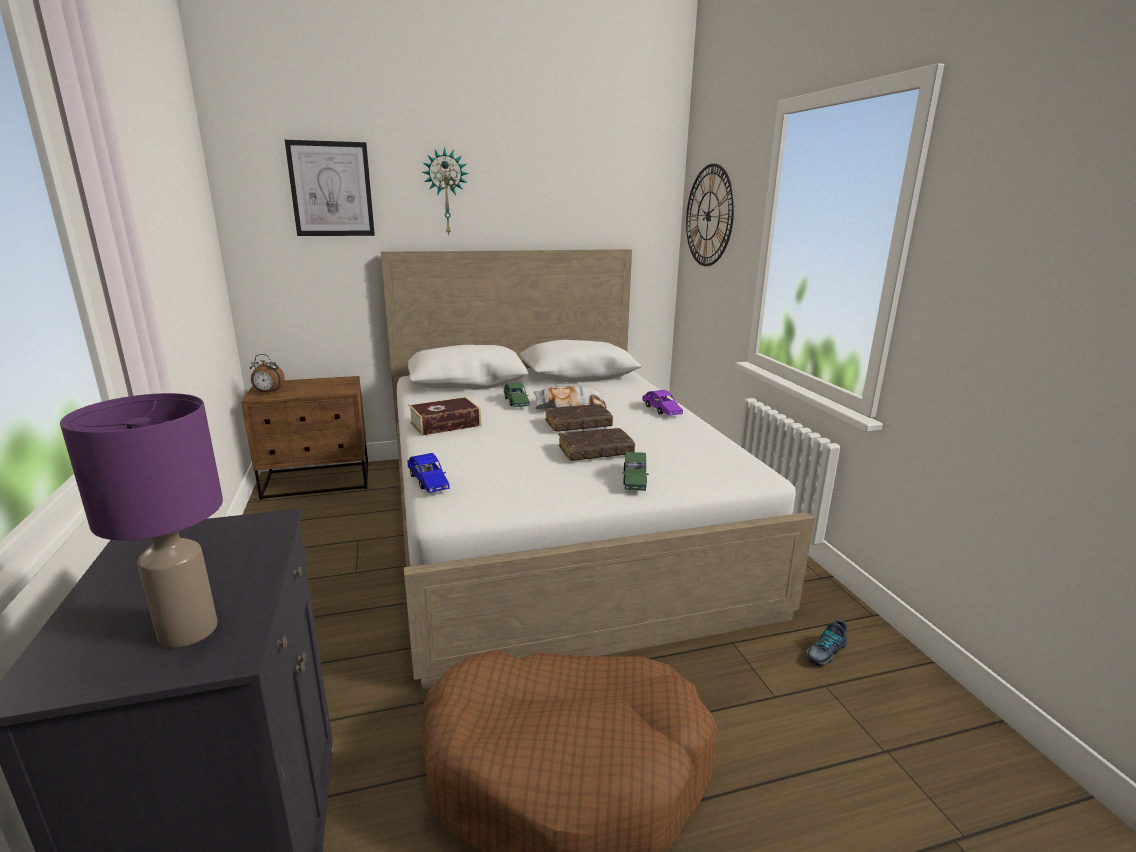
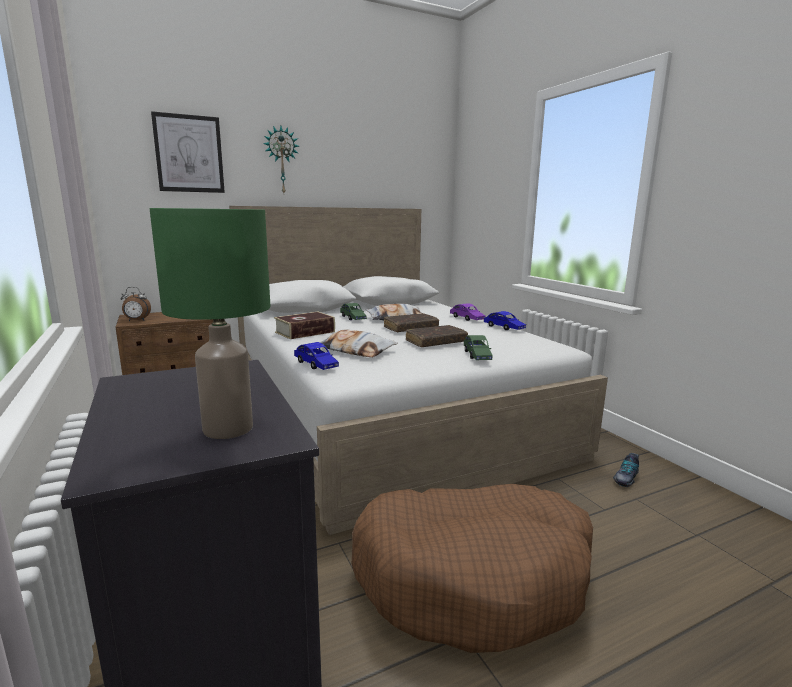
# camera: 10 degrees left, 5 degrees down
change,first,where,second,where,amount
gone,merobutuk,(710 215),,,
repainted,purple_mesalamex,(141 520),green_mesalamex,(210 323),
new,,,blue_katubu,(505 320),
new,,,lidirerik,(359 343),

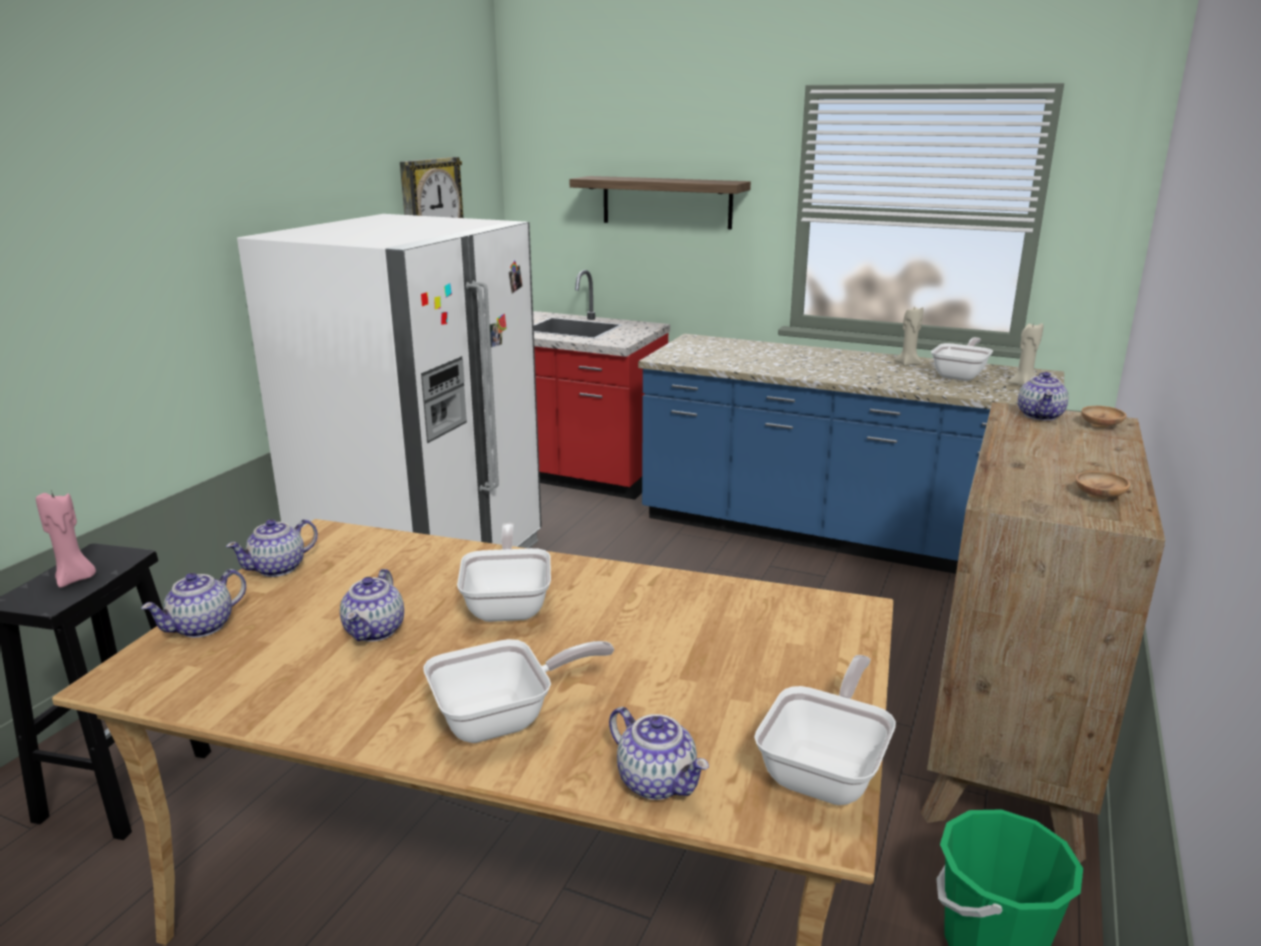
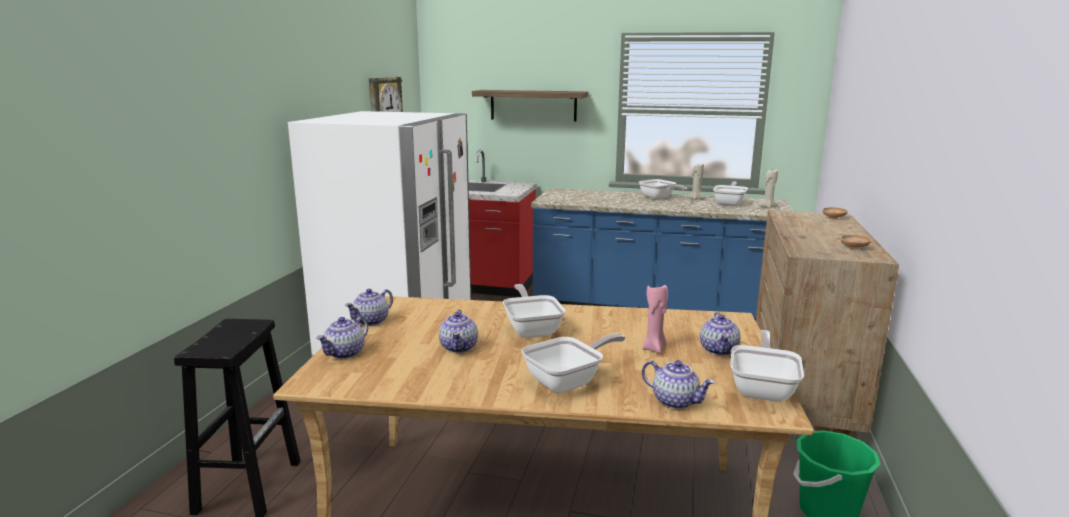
# camera: 10 degrees left, 5 degrees down
change,first,where,second,where,amount
shifted,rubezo,(1043 396),,(720 333),
shifted,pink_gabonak,(66 539),,(655 319),
new,,,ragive,(663 189),

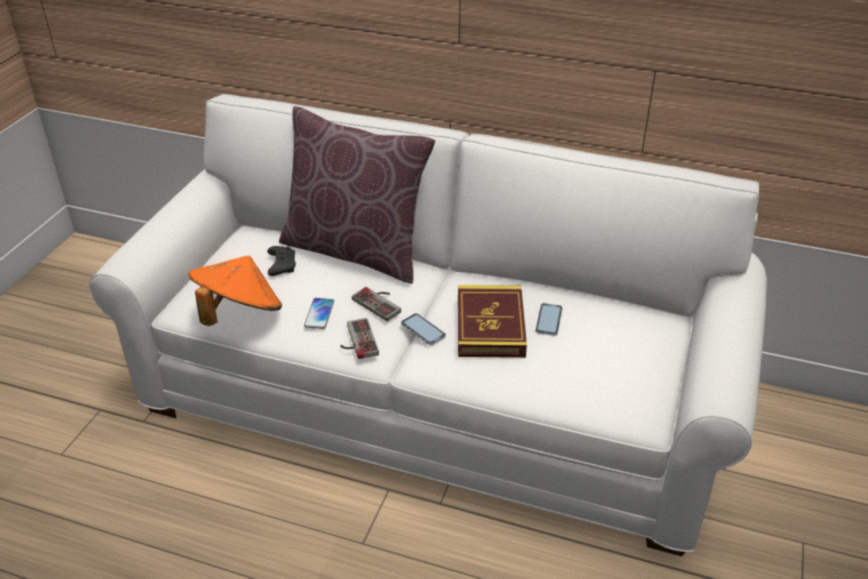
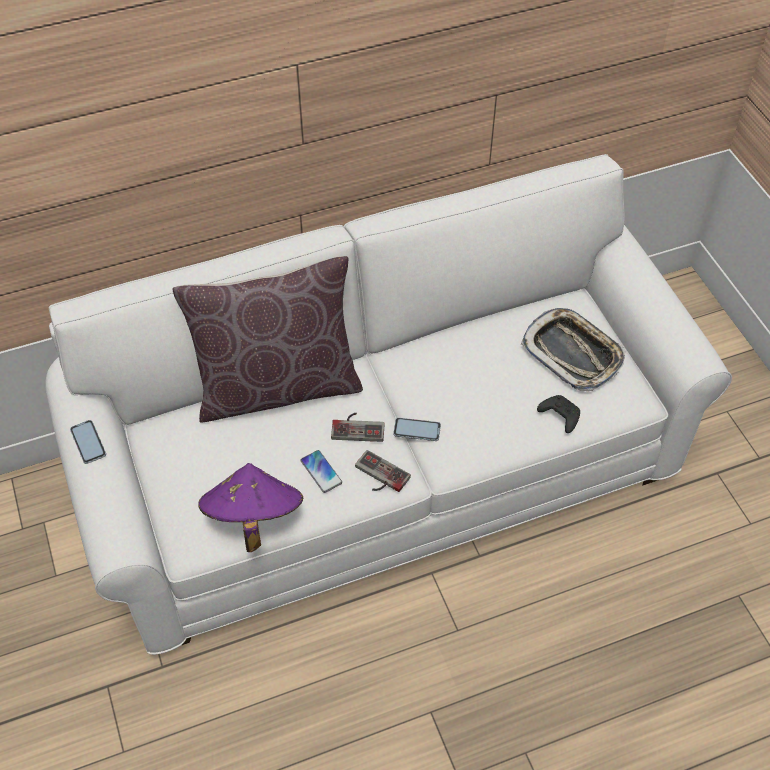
# camera: 40 degrees left, 15 degrees up
change,first,where,second,where,amount
shifted,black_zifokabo,(281 261),,(558 414),
repainted,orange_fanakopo,(235 291),purple_fanakopo,(251 507),
gone,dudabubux,(492 321),,,
shifted,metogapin,(549 319),,(88 442),
new,,,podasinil,(573 349),

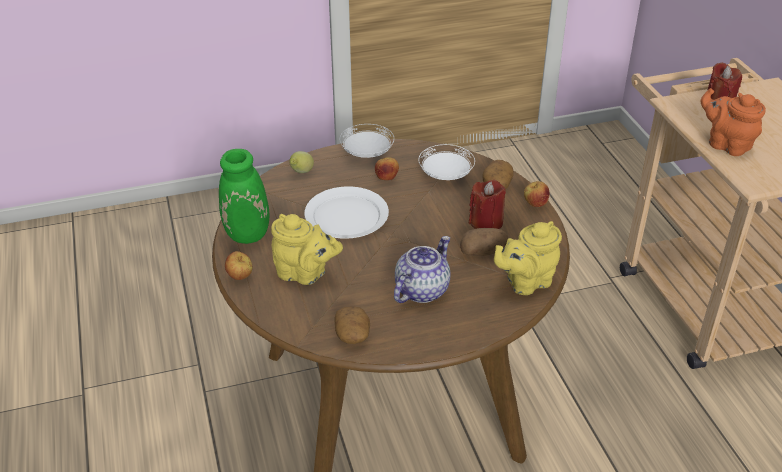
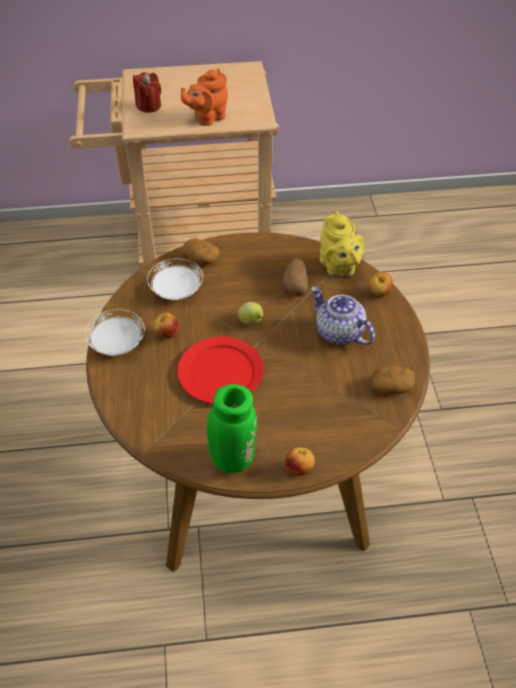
# camera: 80 degrees left, 10 degrees up
change,first,where,second,where,amount
shifted,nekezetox,(301 162),,(250 313),
gone,red_gabonak,(487 204),,,
shifted,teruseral,(537 194),,(380 284),
repainted,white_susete,(346 212),red_susete,(220 369),
gone,yellow_rubezo,(307 249),,,

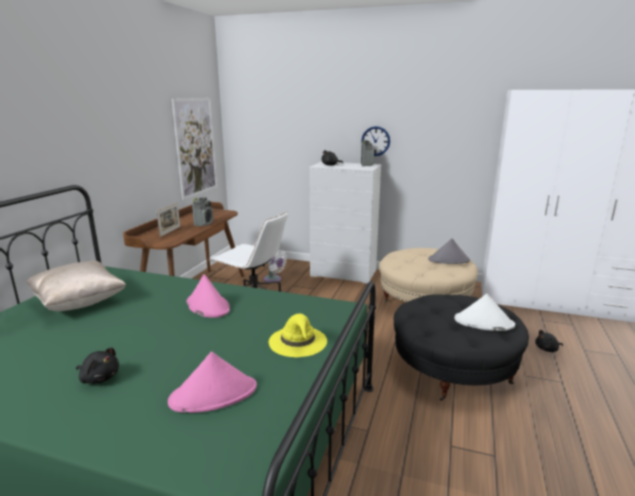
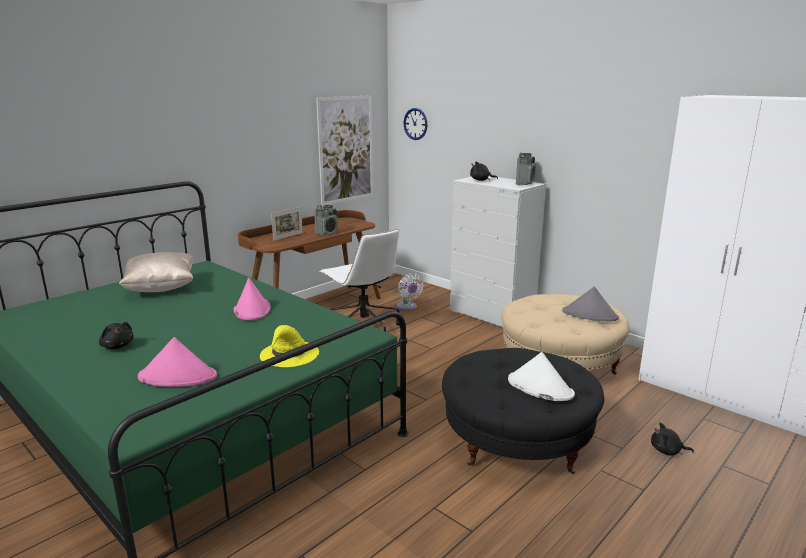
# camera: 25 degrees right, 0 degrees up
change,first,where,second,where,amount
shifted,merobutuk,(375 141),,(415 124),

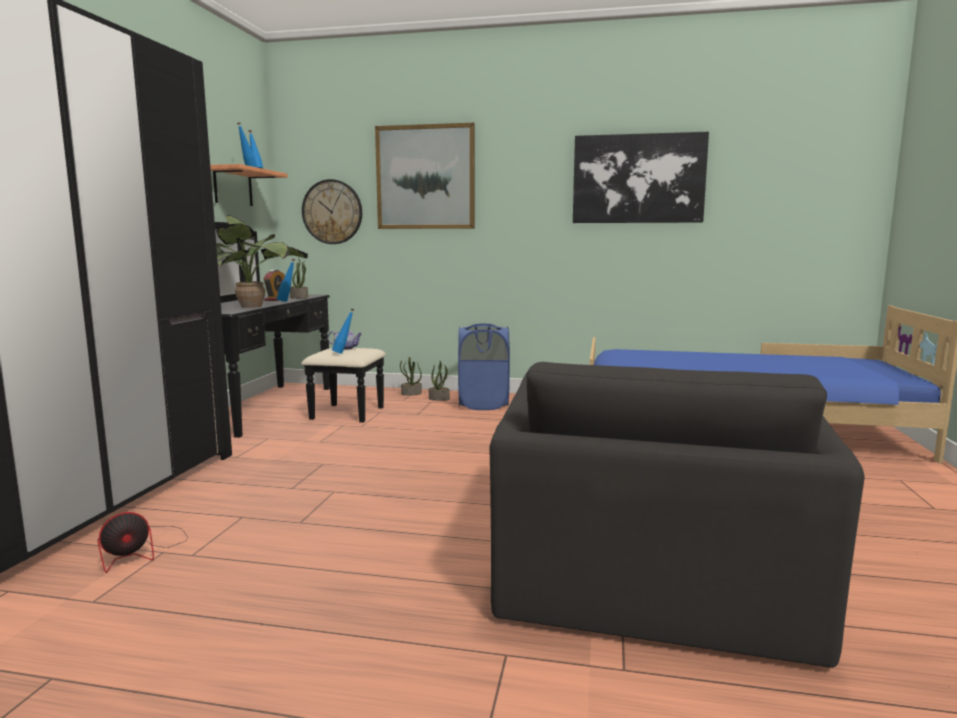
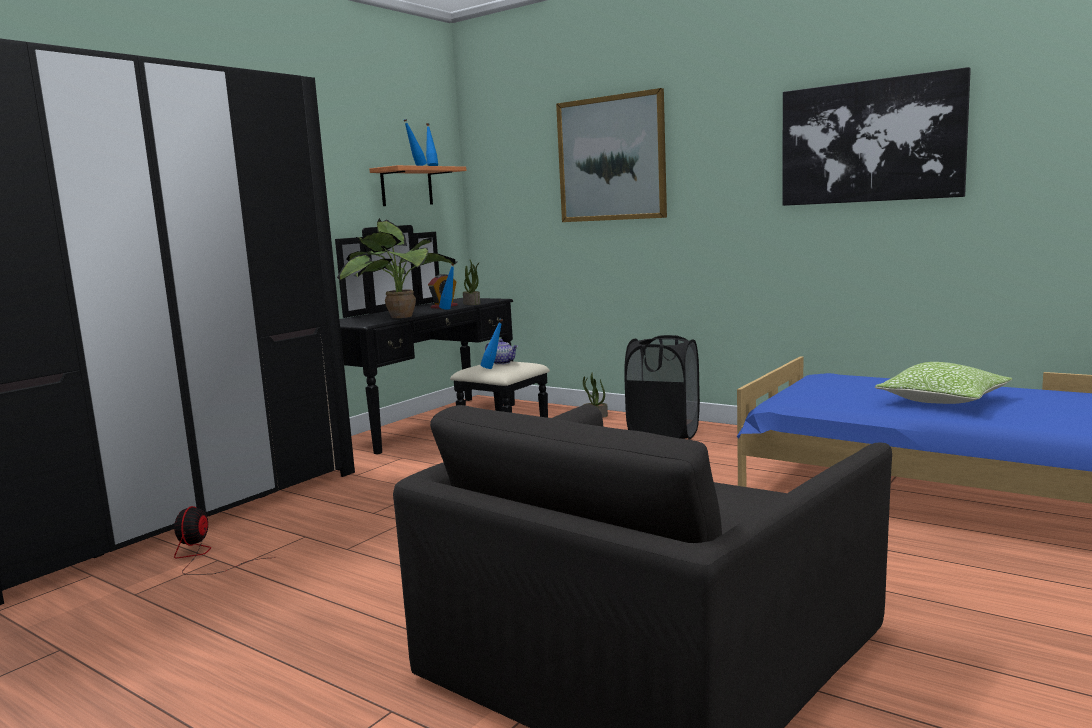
# camera: 25 degrees right, 0 degrees up
change,first,where,second,where,amount
gone,merobutuk,(332 211),,,
repainted,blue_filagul,(484 366),black_filagul,(662 387),
gone,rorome,(439 381),,,
rotated,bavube,(143 542),,(219 540),105 degrees clockwise
new,,,lidirerik,(944 383),

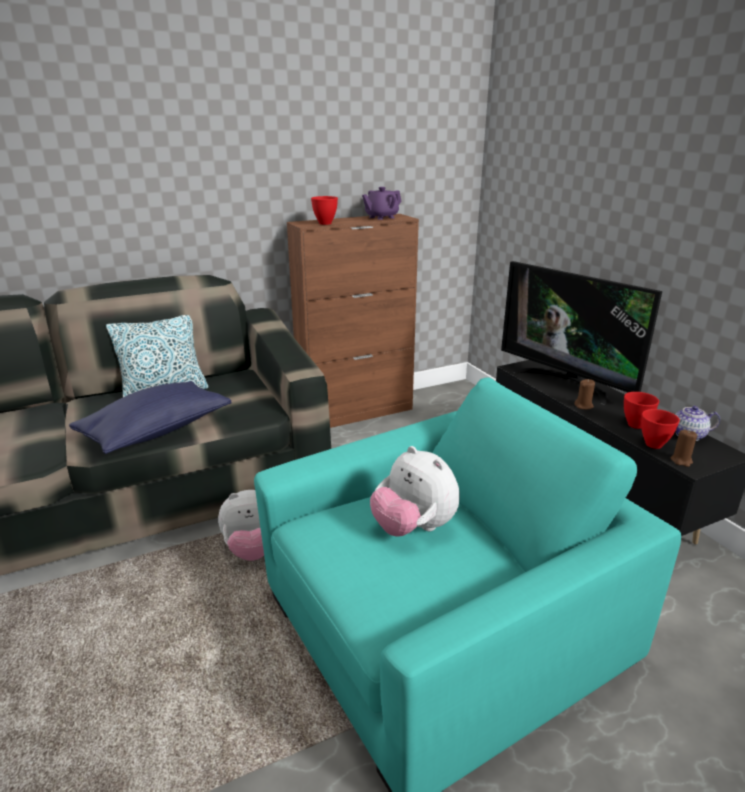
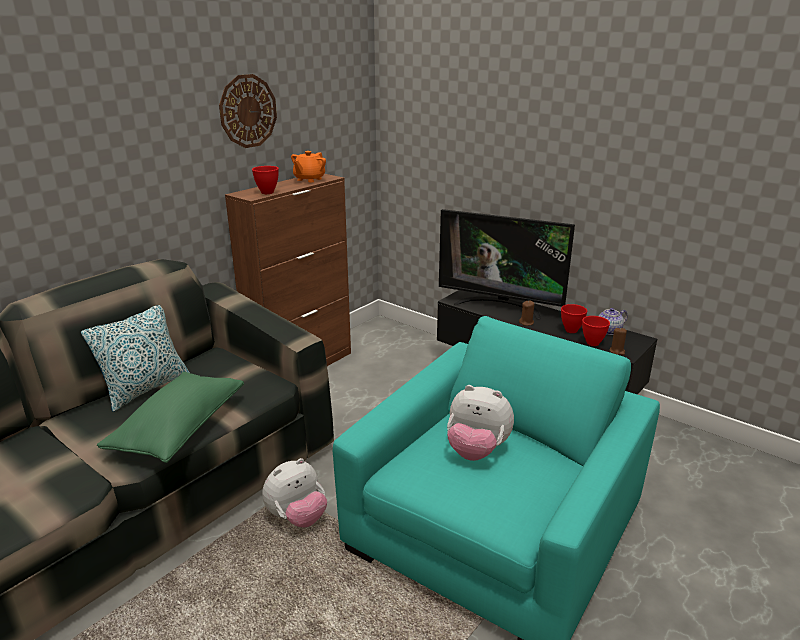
# camera: 25 degrees left, 0 degrees up
change,first,where,second,where,amount
repainted,purple_rubezo,(382 203),orange_rubezo,(308 166),
repainted,blue_lidirerik,(150 417),green_lidirerik,(170 417),
new,,,merobutuk,(248 111),

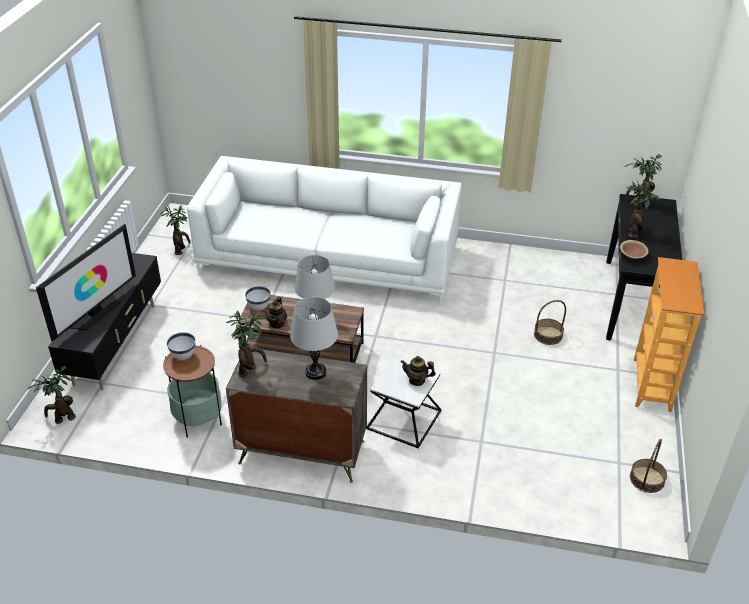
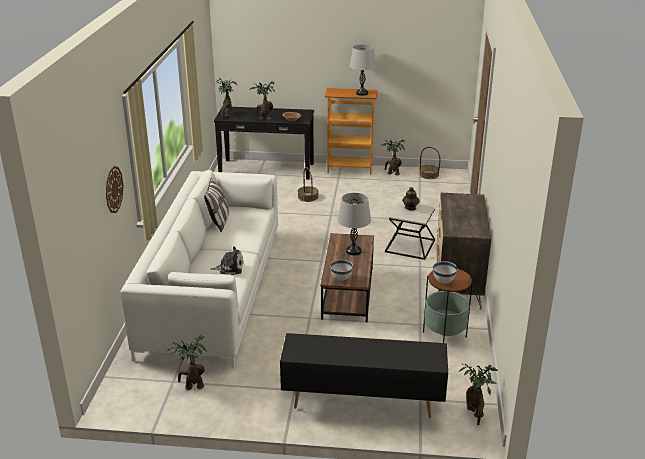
# camera: 95 degrees left, 10 degrees down
change,first,where,second,where,amount
gone,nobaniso,(86 282),,,
gone,rubezo,(276 312),,,
shifted,grey_mesalamex,(314 338),,(363 70),
shifted,rorome,(246 344),,(394 157),
new,,,merobutuk,(114 189),
new,,,lidirerik,(216 204),
new,,,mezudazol,(227 260),

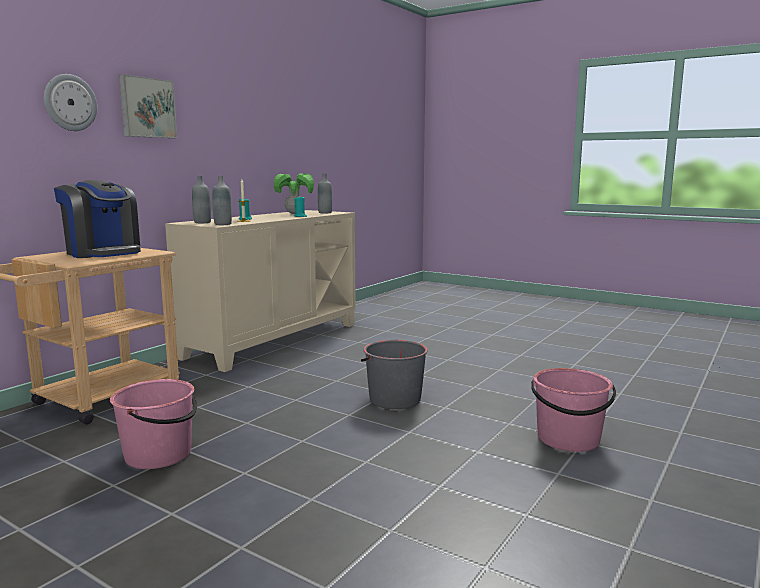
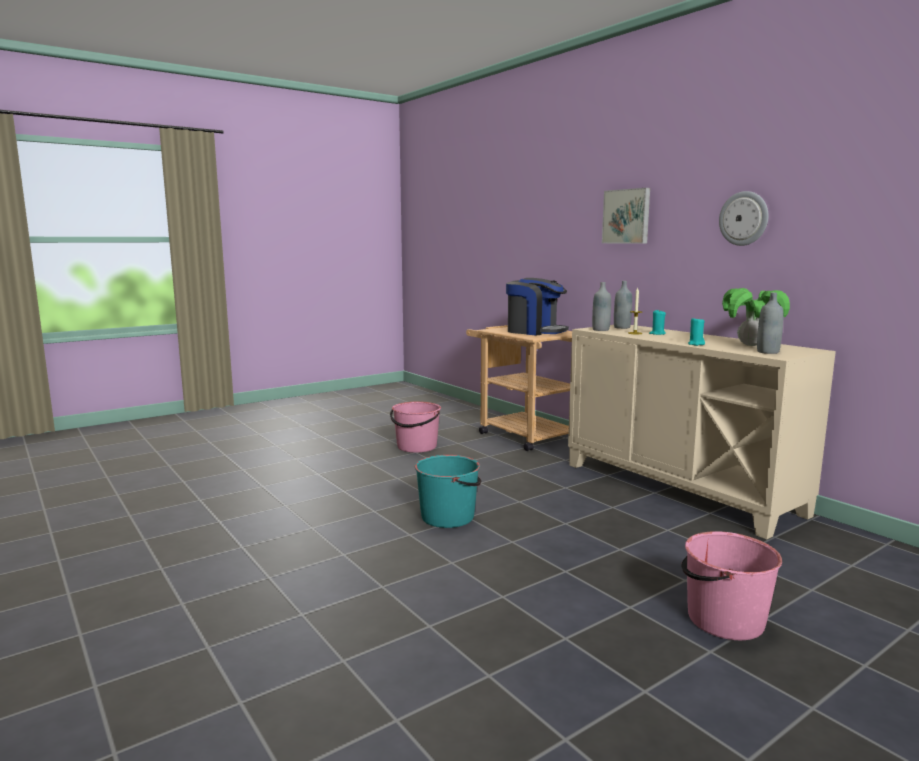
# camera: 110 degrees right, 0 degrees up
change,first,where,second,where,amount
shifted,merobutuk,(70 102),,(744 218),
rotated,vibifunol,(97 219),,(537 306),120 degrees counterclockwise
repainted,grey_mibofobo,(394 374),turquoise_mibofobo,(448 491),
shifted,pink_mibofobo,(573 410),,(731 585),

